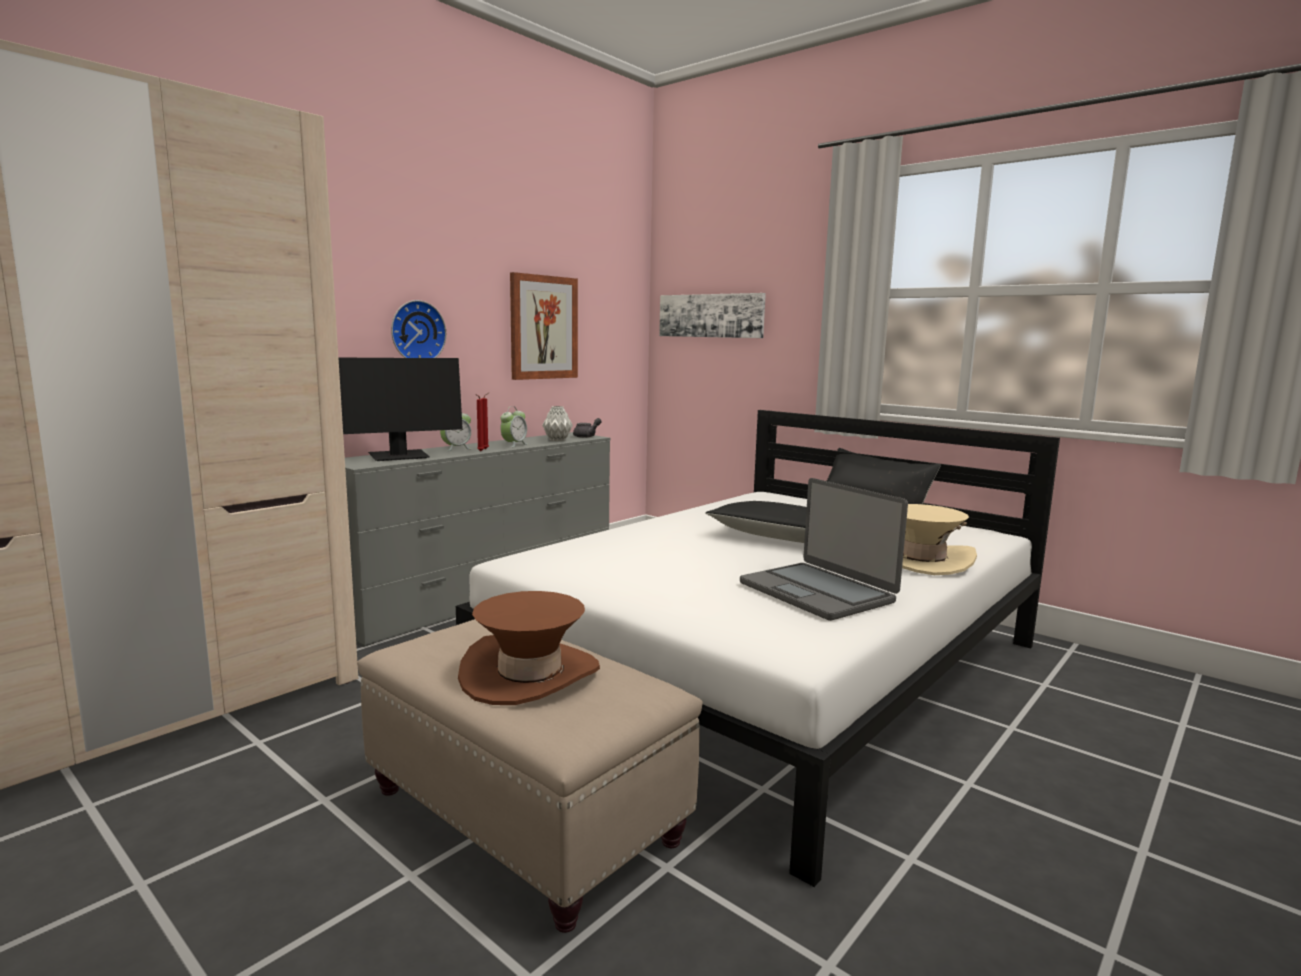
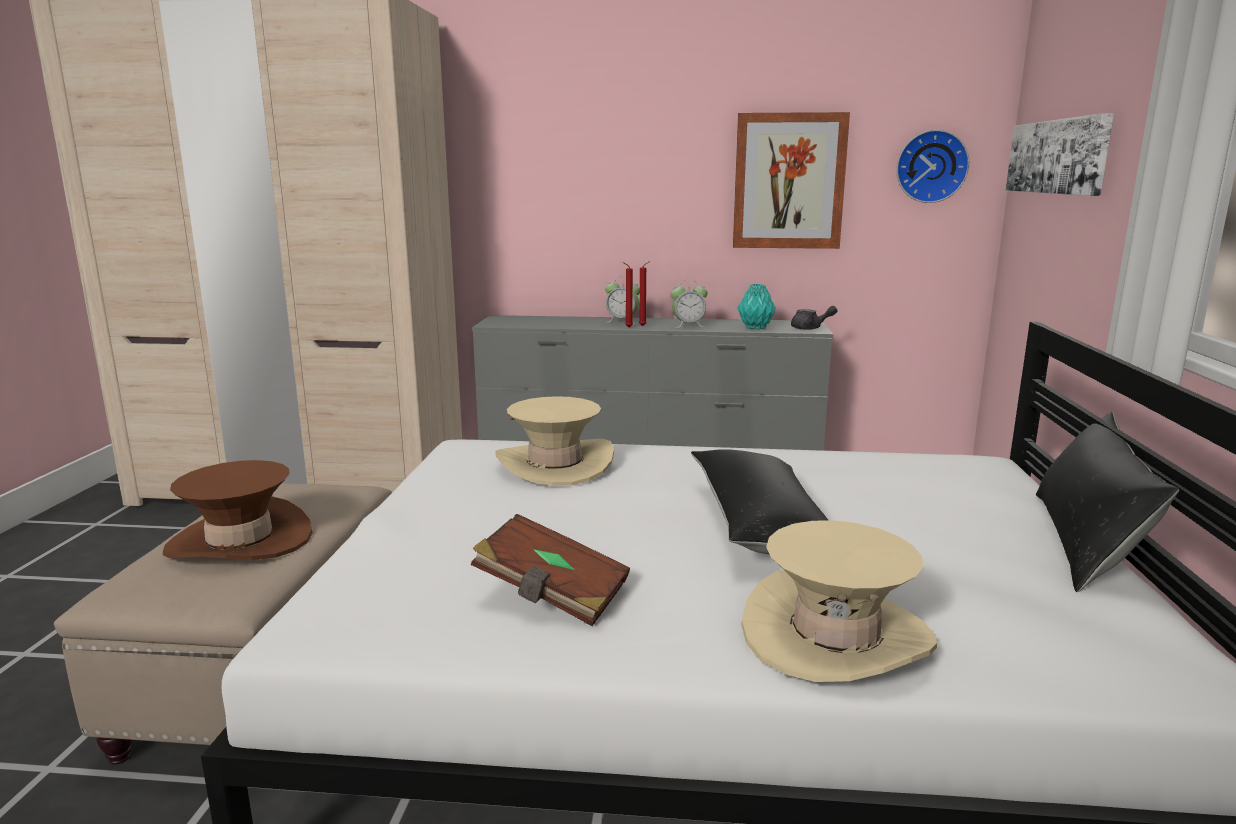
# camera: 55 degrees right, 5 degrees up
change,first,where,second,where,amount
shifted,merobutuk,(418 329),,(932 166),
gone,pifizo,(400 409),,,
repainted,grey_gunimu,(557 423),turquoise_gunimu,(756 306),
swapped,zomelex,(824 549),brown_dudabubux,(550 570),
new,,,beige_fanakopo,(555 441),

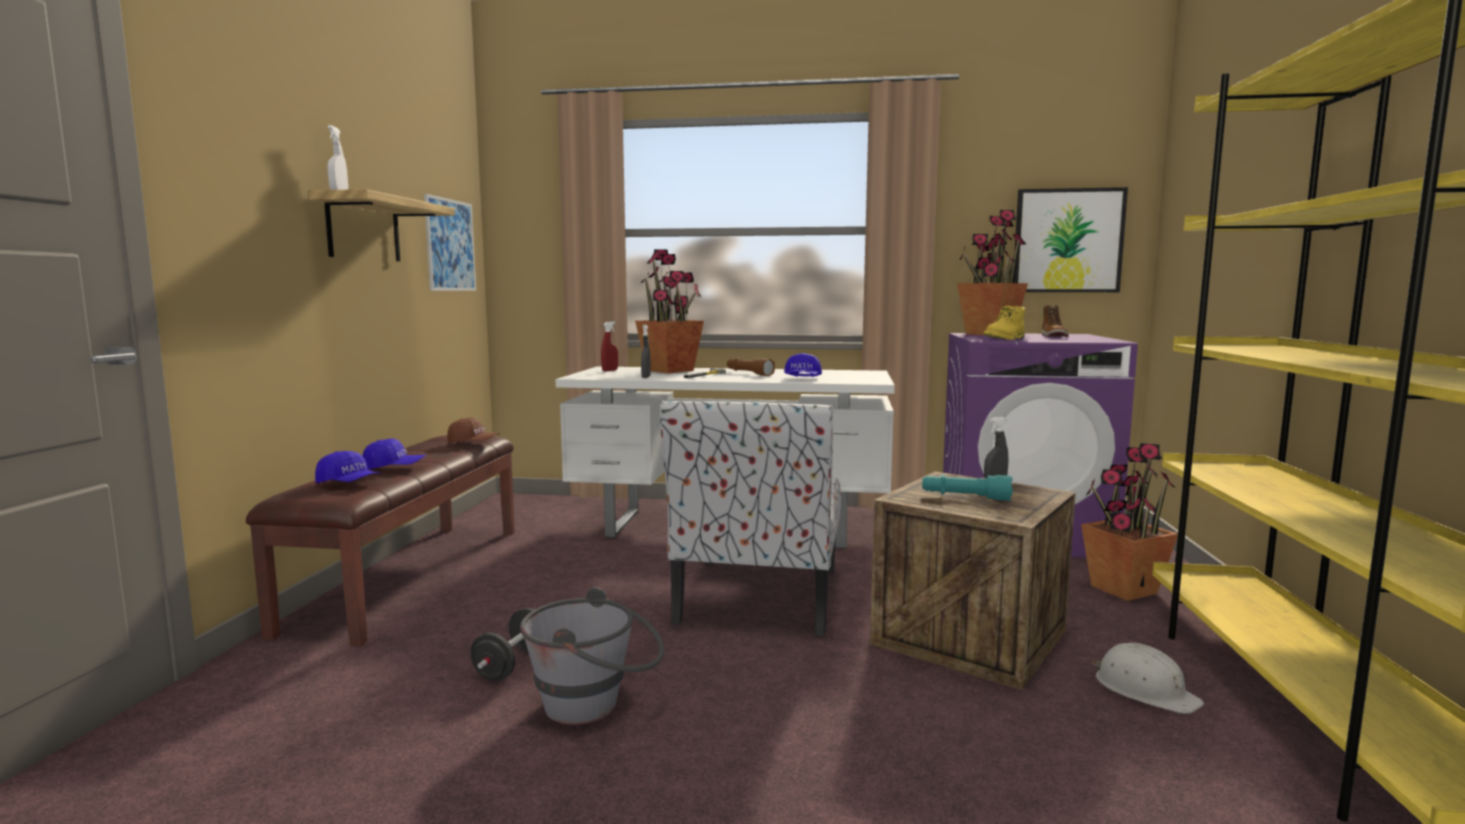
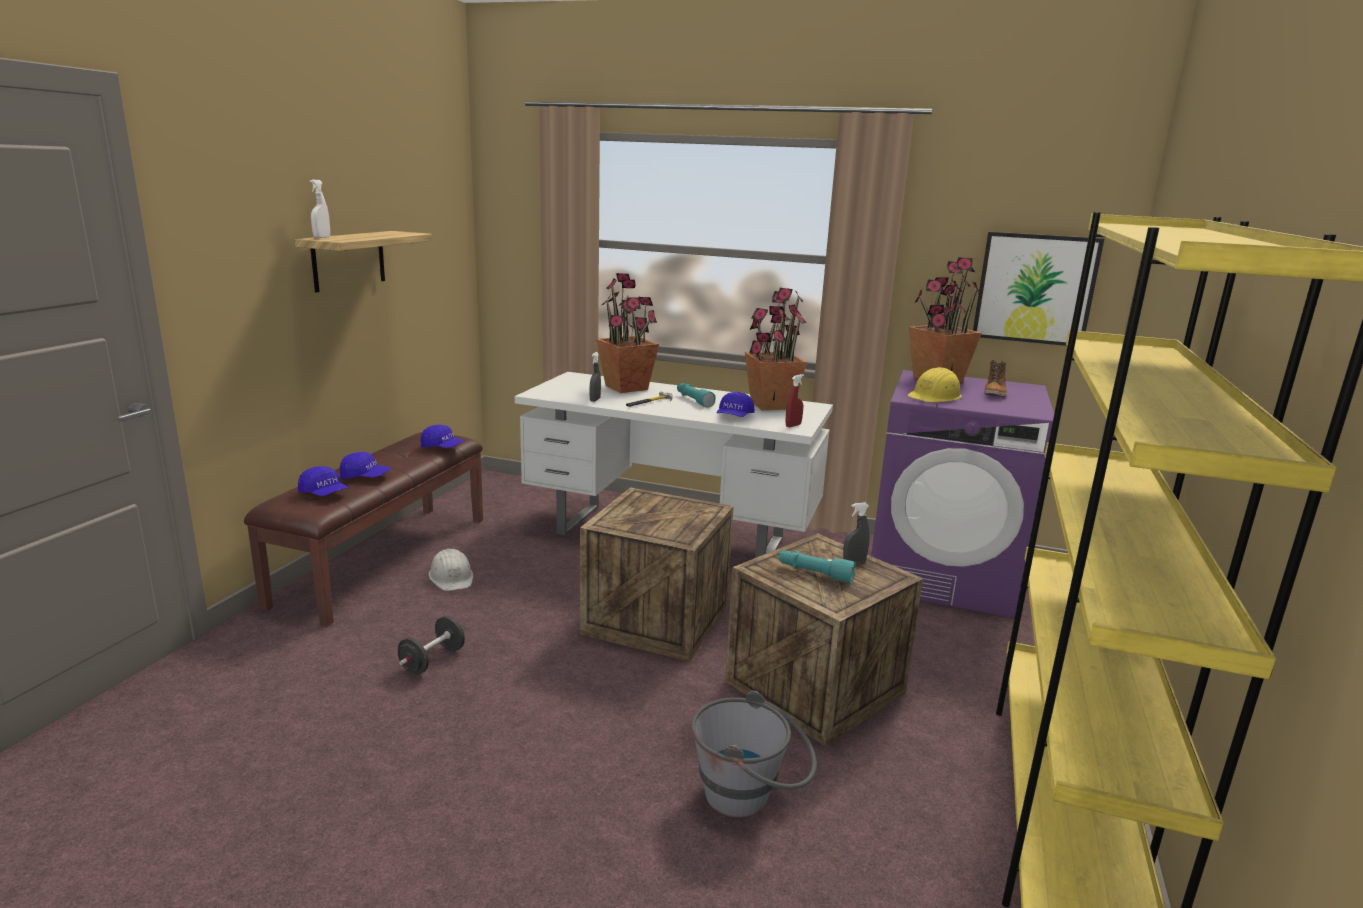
# camera: 10 degrees right, 10 degrees up
change,first,where,second,where,amount
gone,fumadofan,(450 242),,,
swapped,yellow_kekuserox,(1004 322),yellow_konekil,(934 384),
shifted,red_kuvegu,(609 346),,(794 400),
repainted,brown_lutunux,(751 367),turquoise_lutunux,(696 395),
swapped,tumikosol,(750 519),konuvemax,(657 574),
repainted,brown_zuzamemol,(473 431),blue_zuzamemol,(443 436),
shifted,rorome,(1129 522),,(776 349),
shifted,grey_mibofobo,(592 656),,(754 754),
shifted,white_konekil,(1148 678),,(451 570),

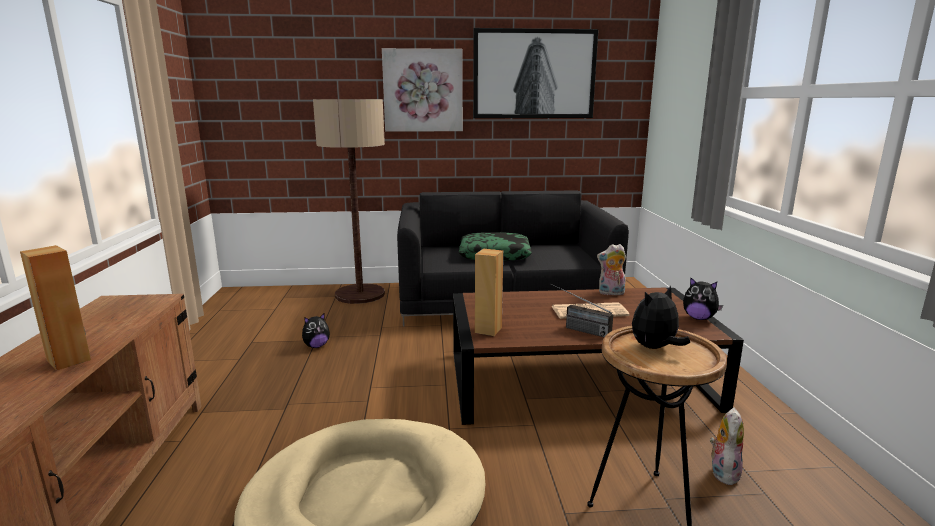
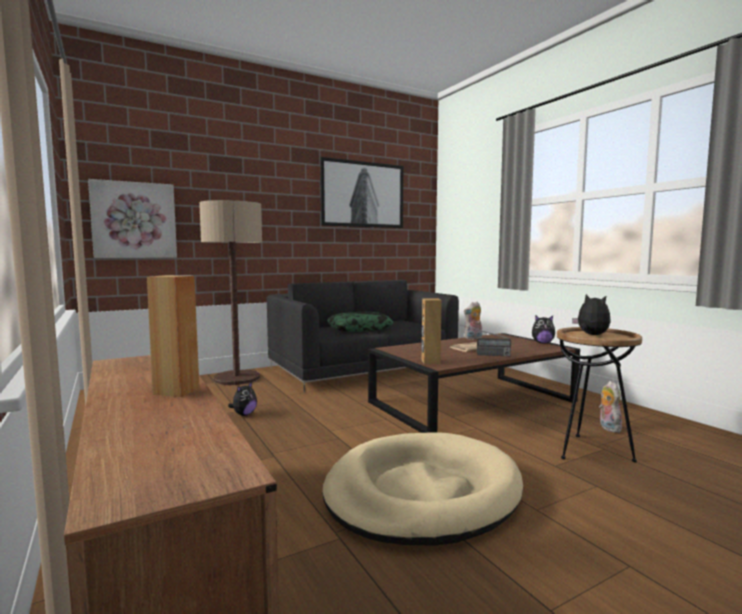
# camera: 25 degrees left, 10 degrees down
change,first,where,second,where,amount
shifted,fumadofan,(422 90),,(132 218),
rotated,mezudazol,(661 317),,(591 314),120 degrees clockwise

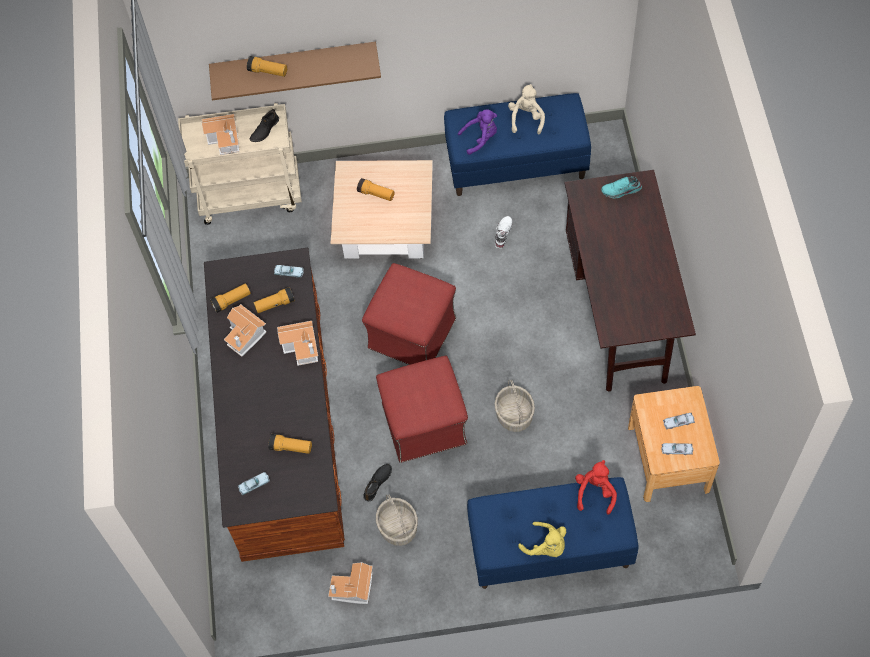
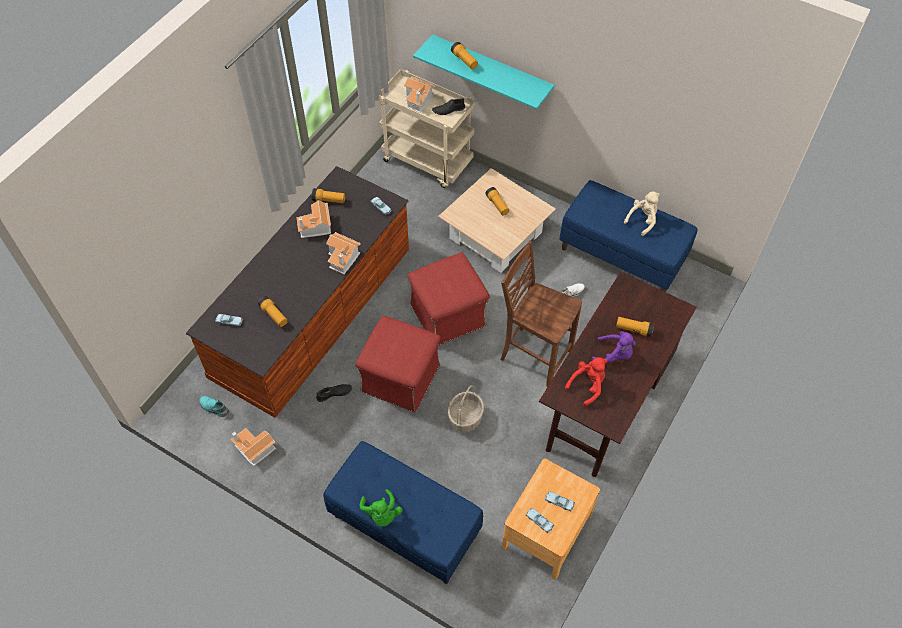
# camera: 35 degrees right, 5 degrees down
change,first,where,second,where,amount
repainted,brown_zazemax,(295 71),turquoise_zazemax,(484 72),
shifted,purple_mezudazol,(477 132),,(614 346),
shifted,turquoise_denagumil,(621 187),,(214 406),
shifted,lutunux,(274 300),,(635 327),
shifted,red_mezudazol,(596 487),,(586 381),
gone,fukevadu,(397 520),,,
repainted,yellow_mezudazol,(542 539),green_mezudazol,(381 508),
new,,,brown_tumikosol,(541 314),

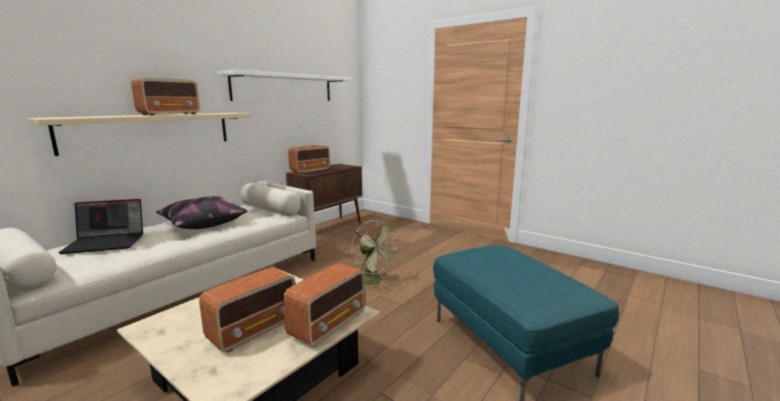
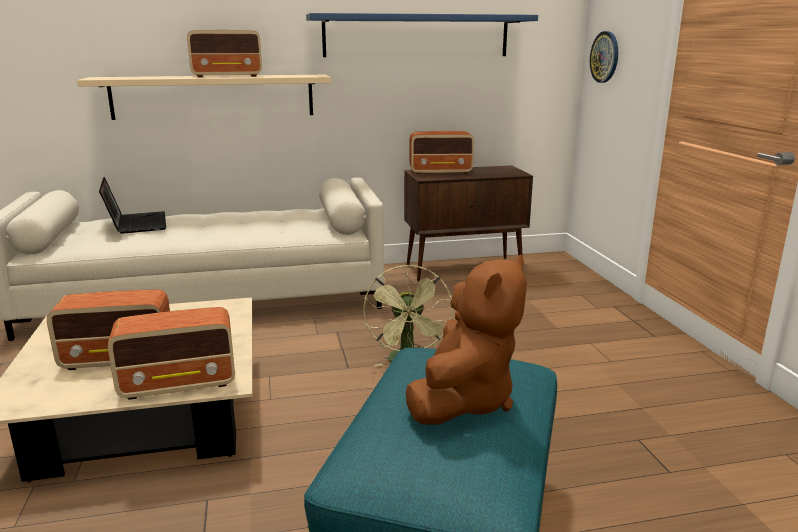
# camera: 40 degrees right, 5 degrees up
change,first,where,second,where,amount
repainted,white_zazemax,(284 85),blue_zazemax,(422 35),
gone,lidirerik,(201 212),,,
rotated,zomelex,(100 226),,(132 205),135 degrees counterclockwise
new,,,merobutuk,(604 57),
new,,,brown_mezudazol,(466 340),

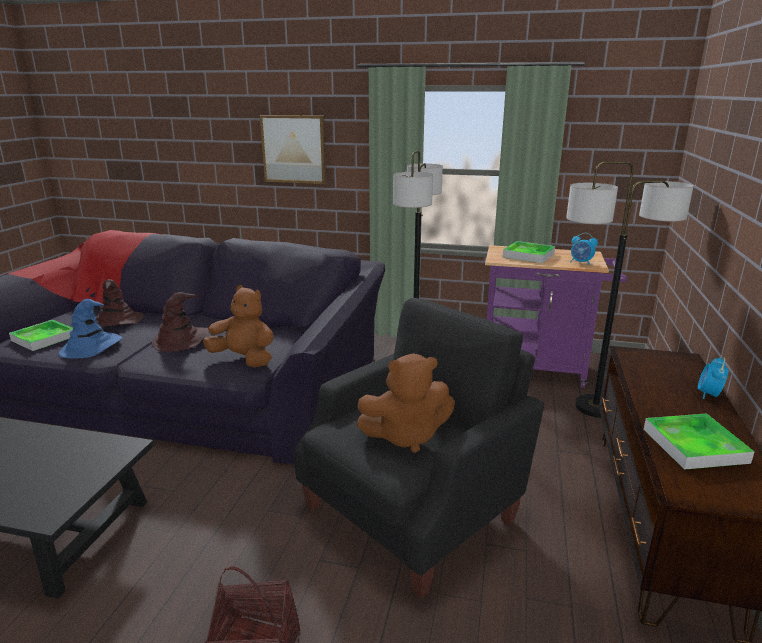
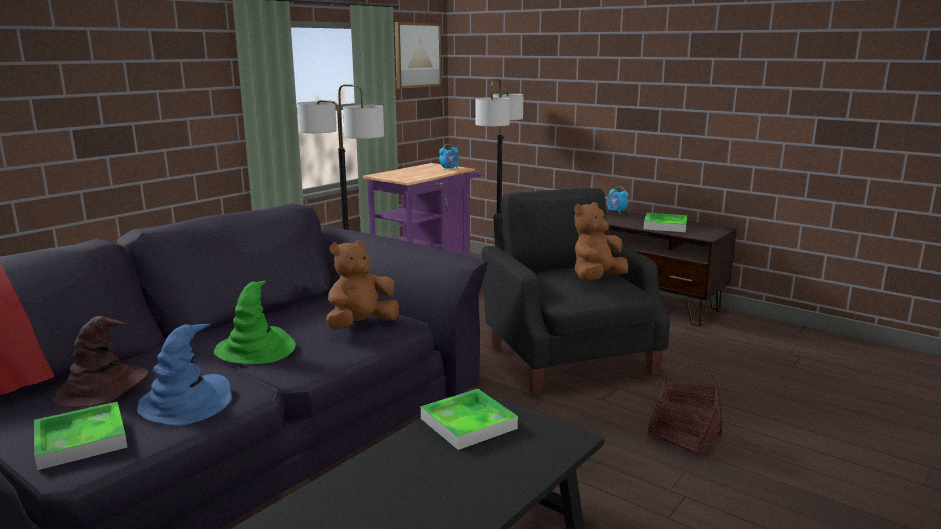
# camera: 65 degrees left, 5 degrees down
change,first,where,second,where,amount
shifted,fumadofan,(293 149),,(418 55),
shifted,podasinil,(529 252),,(469 419),
repainted,brown_fanakopo,(180 322),green_fanakopo,(255 322),
rotated,brown_mezudazol,(405 403),,(601 241),150 degrees counterclockwise

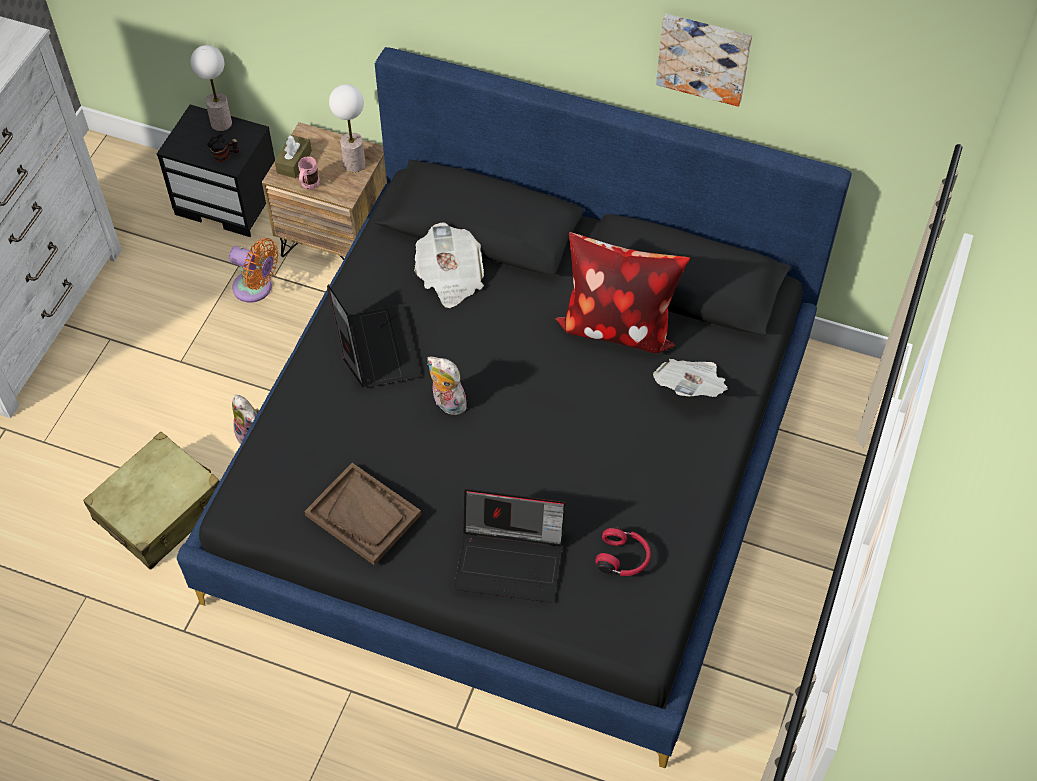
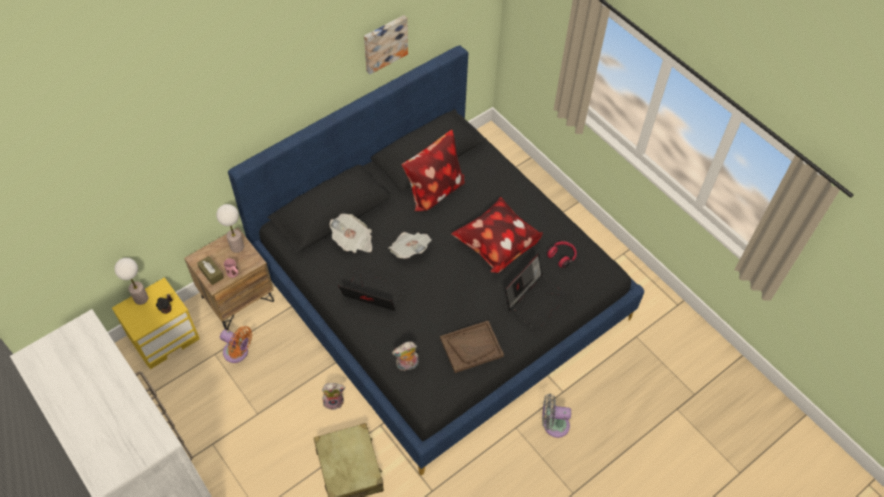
# camera: 60 degrees left, 0 degrees up
change,first,where,second,where,amount
repainted,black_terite,(216 171),yellow_terite,(156 323),
rotated,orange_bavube,(253 270),,(236 344),60 degrees clockwise
shifted,mezudazol,(449 386),,(405 356),
shifted,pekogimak,(690 378),,(410 245),
new,,,lidirerik,(497 235),
new,,,grey_bavube,(556 416),

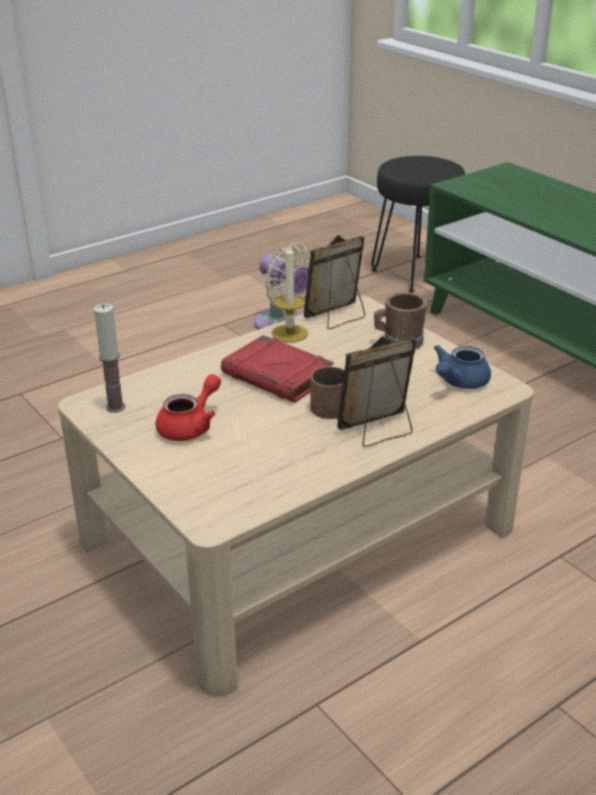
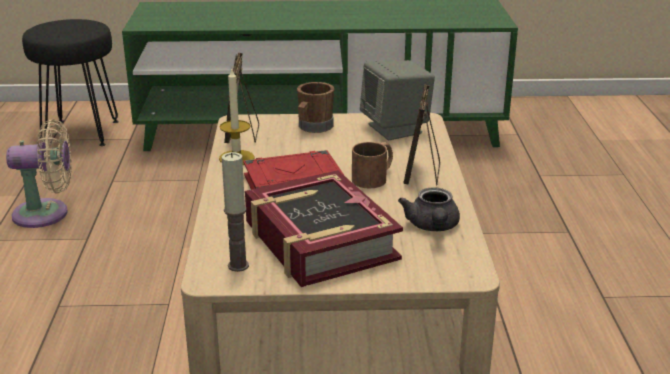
# camera: 55 degrees left, 5 degrees down
change,first,where,second,where,amount
swapped,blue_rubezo,(462 367),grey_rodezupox,(397 100),
swapped,red_rubezo,(188 407),dudabubux,(324 228),
new,,,grey_rubezo,(429 209),

